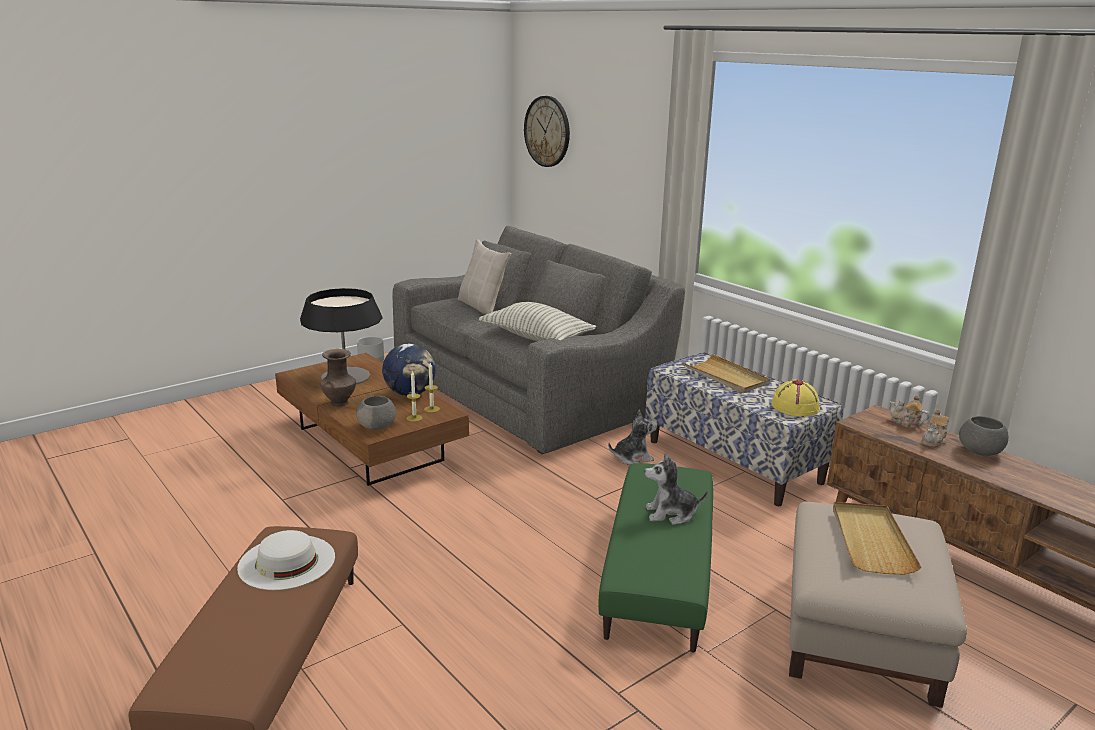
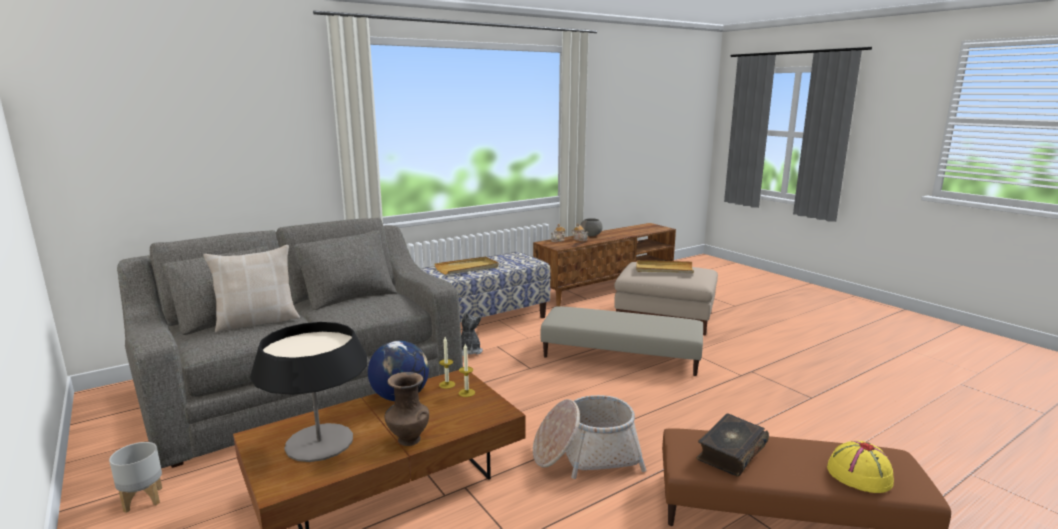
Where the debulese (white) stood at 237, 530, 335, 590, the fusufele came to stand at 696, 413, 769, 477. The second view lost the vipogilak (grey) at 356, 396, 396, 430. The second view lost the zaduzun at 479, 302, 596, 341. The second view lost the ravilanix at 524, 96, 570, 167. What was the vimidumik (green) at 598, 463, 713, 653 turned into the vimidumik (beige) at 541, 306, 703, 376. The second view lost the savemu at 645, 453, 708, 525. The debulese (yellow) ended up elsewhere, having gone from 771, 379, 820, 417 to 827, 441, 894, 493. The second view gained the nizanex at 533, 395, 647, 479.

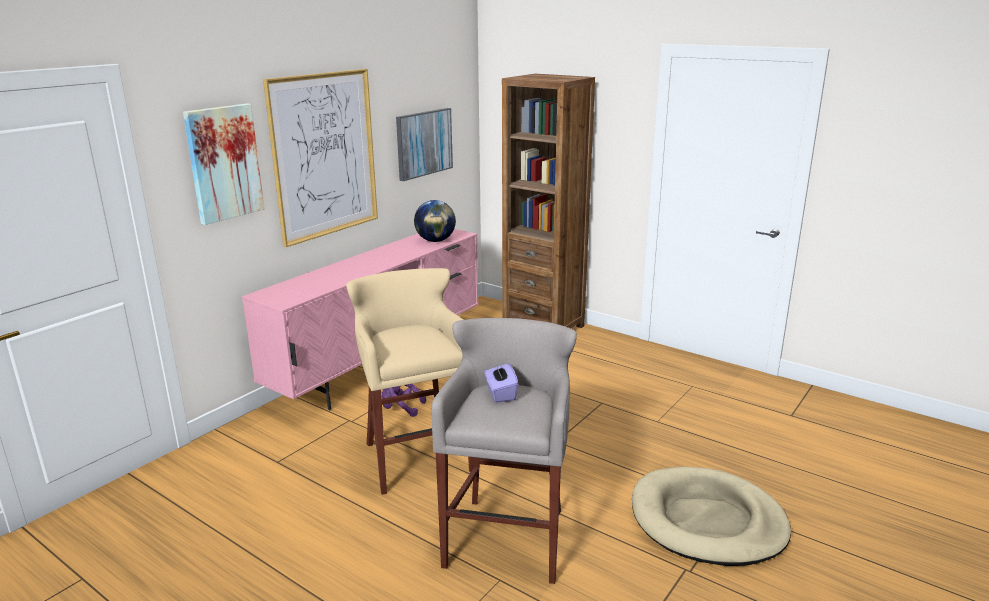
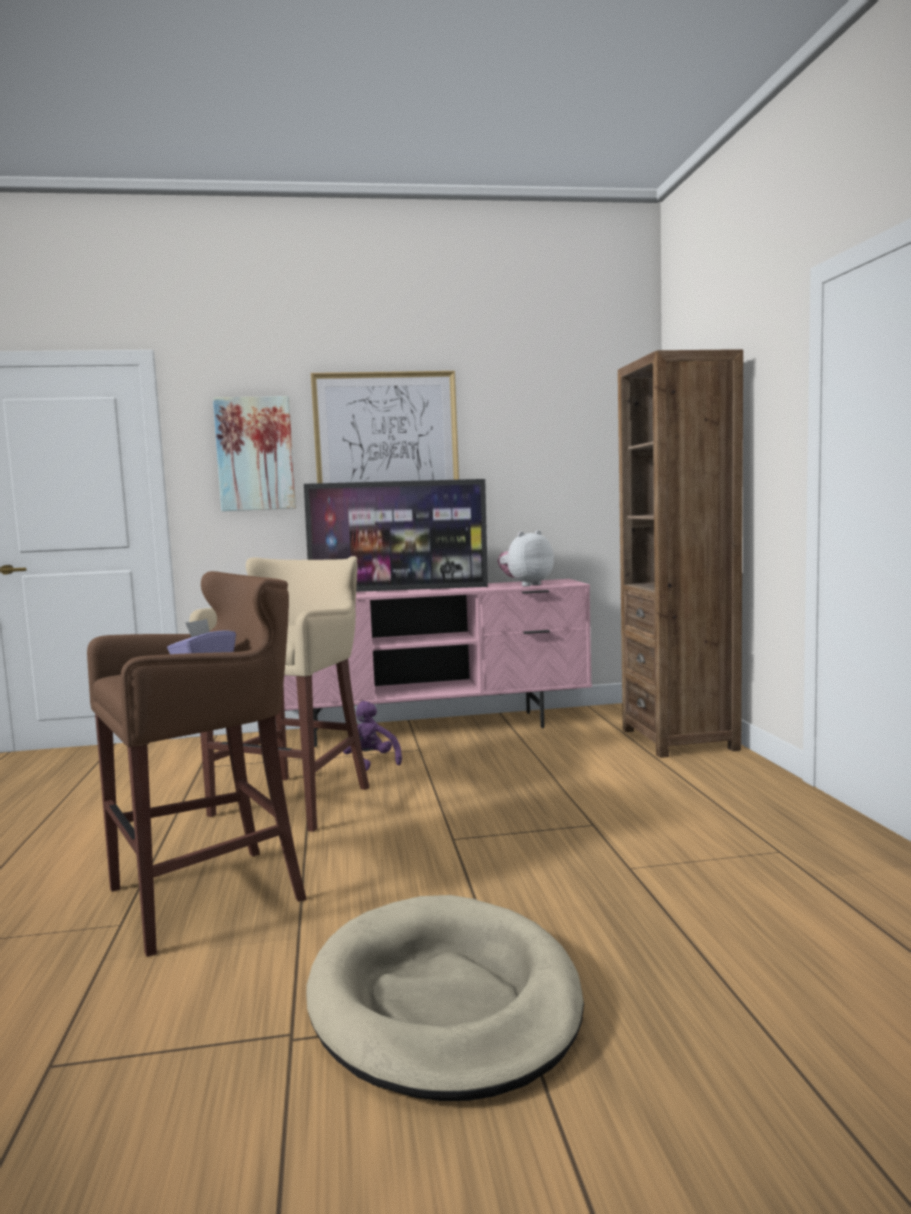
The second view lost the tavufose at 396, 108, 453, 181. Where the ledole stood at 414, 200, 456, 242, the savemu came to stand at 497, 530, 554, 586. What was the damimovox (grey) at 432, 318, 577, 584 turned into the damimovox (brown) at 87, 571, 307, 957. The second view gained the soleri at 304, 479, 488, 592.

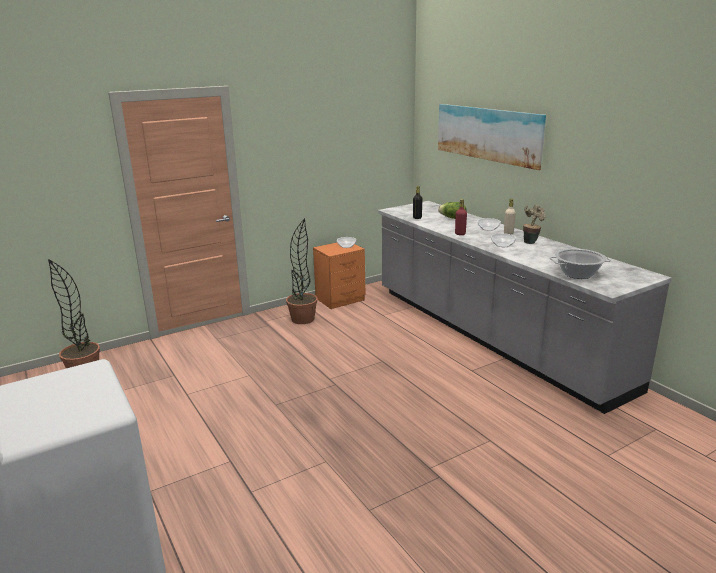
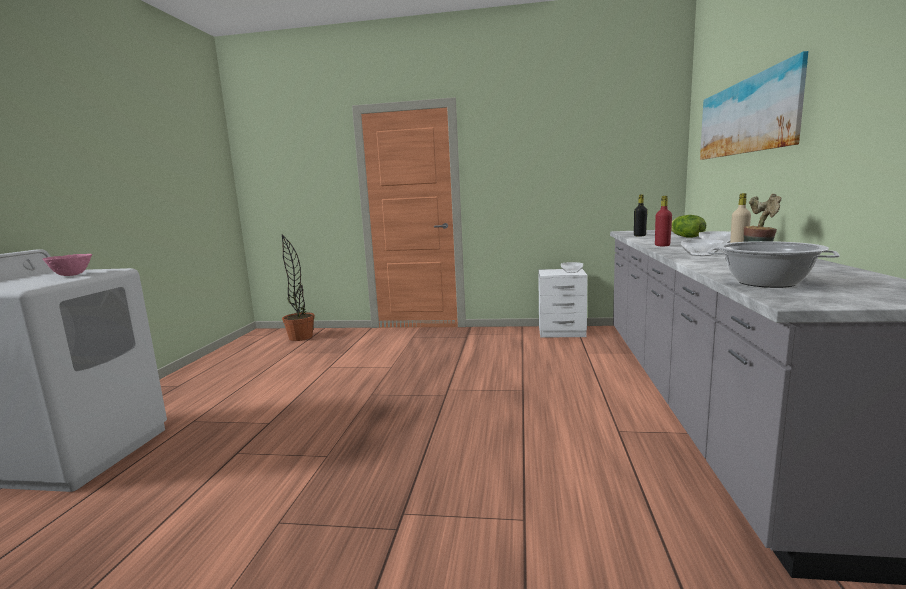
The second view lost the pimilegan at 286, 218, 317, 324. What was the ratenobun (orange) at 313, 243, 365, 309 turned into the ratenobun (white) at 538, 269, 587, 337. The second view gained the vipogilak (pink) at 43, 254, 92, 276.

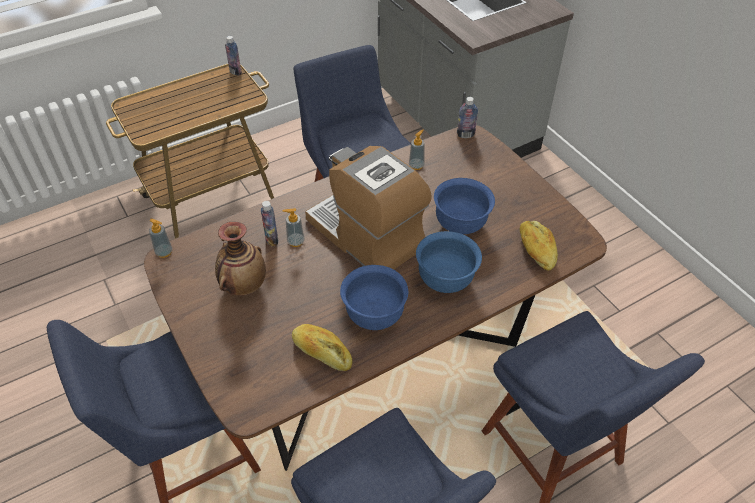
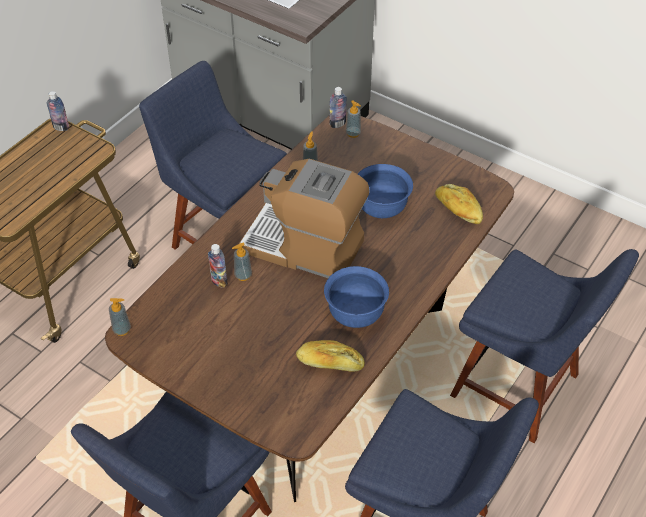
The second view lost the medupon at 215, 222, 266, 295. The second view lost the vipogilak (blue) at 416, 231, 482, 293. The second view gained the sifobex at 346, 100, 361, 138.

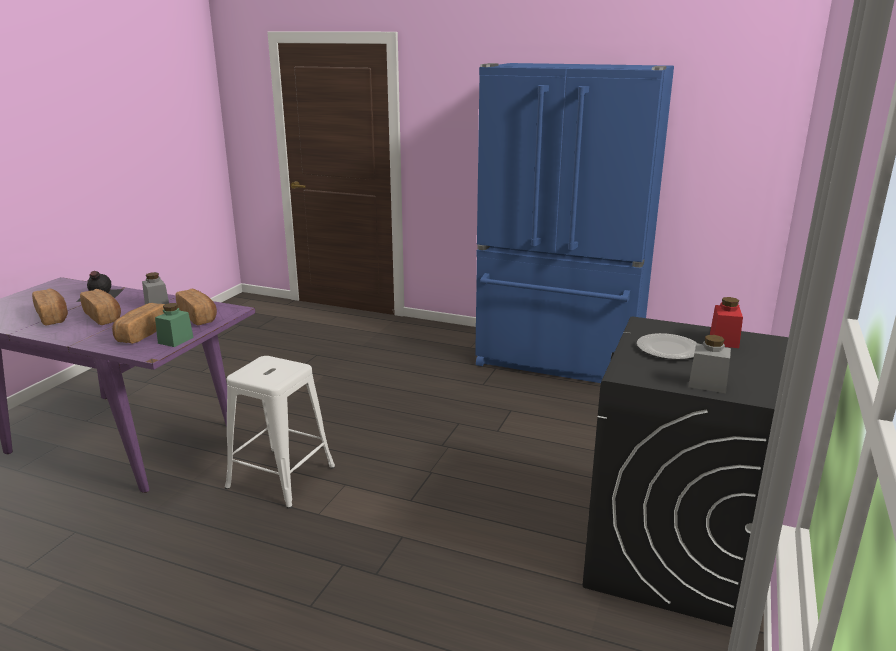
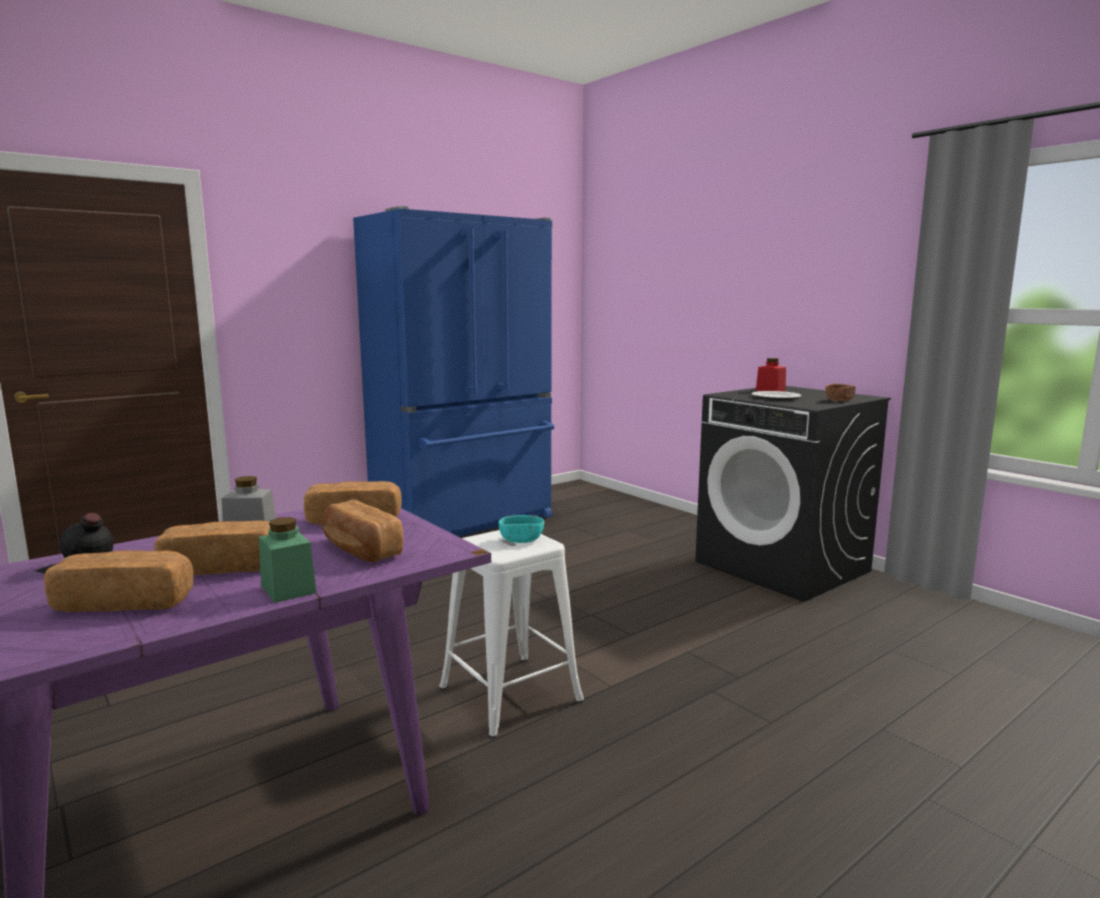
The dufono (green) ended up elsewhere, having gone from 155, 303, 194, 347 to 259, 517, 317, 603. Where the dufono (grey) stood at 688, 335, 731, 393, the vipogilak (brown) came to stand at 826, 384, 856, 401. The second view gained the vipogilak (turquoise) at 499, 515, 544, 543.

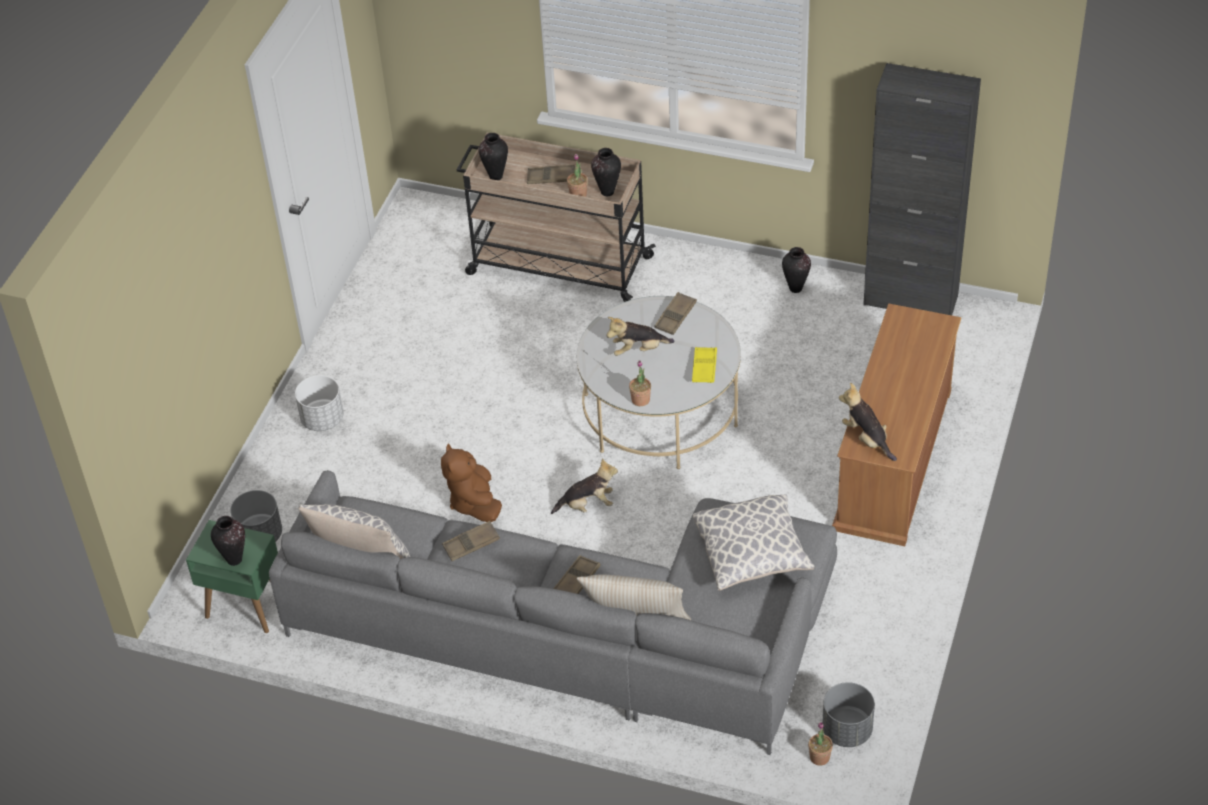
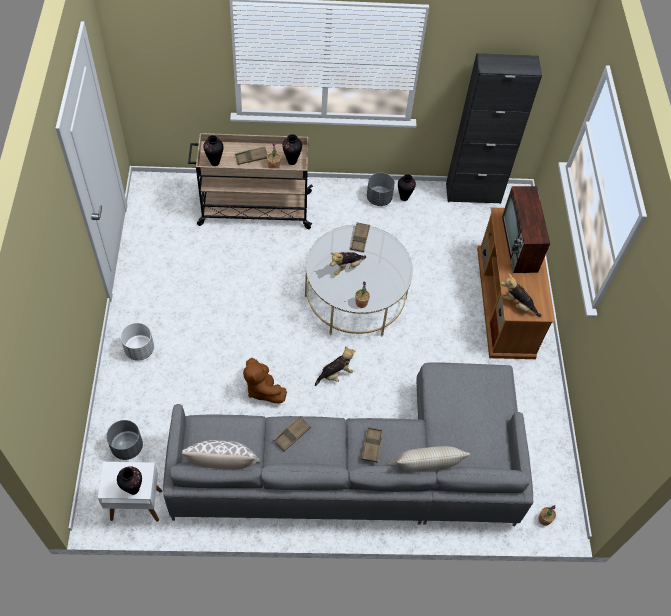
What was the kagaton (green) at 186, 520, 278, 633 turned into the kagaton (white) at 98, 462, 162, 522. The second view lost the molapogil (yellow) at 692, 347, 717, 383. The second view lost the zaduzun at 693, 494, 814, 591. The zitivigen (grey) ended up elsewhere, having gone from 822, 682, 875, 747 to 367, 172, 395, 206. The second view gained the soleri at 502, 186, 550, 273.

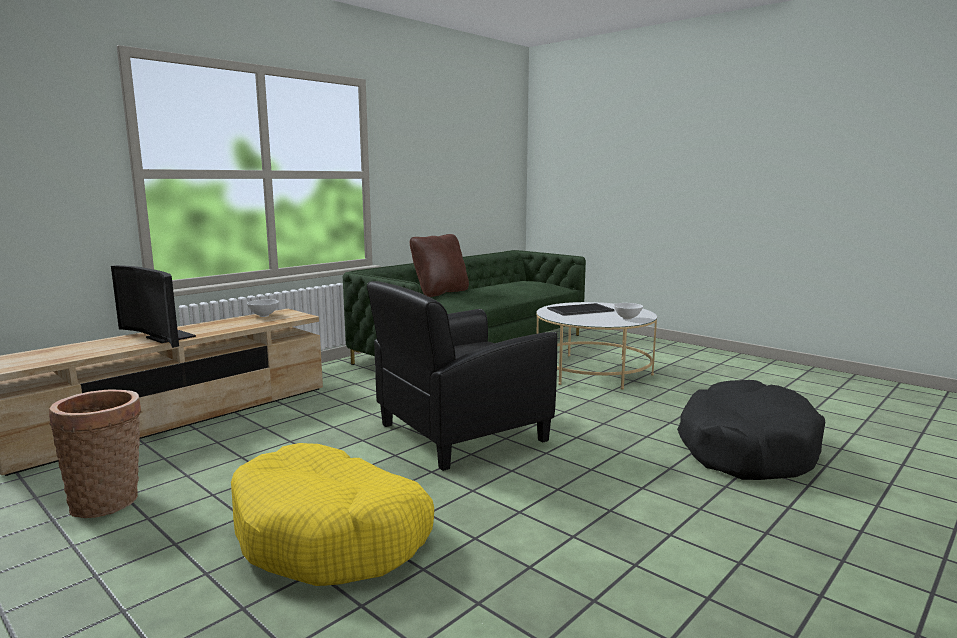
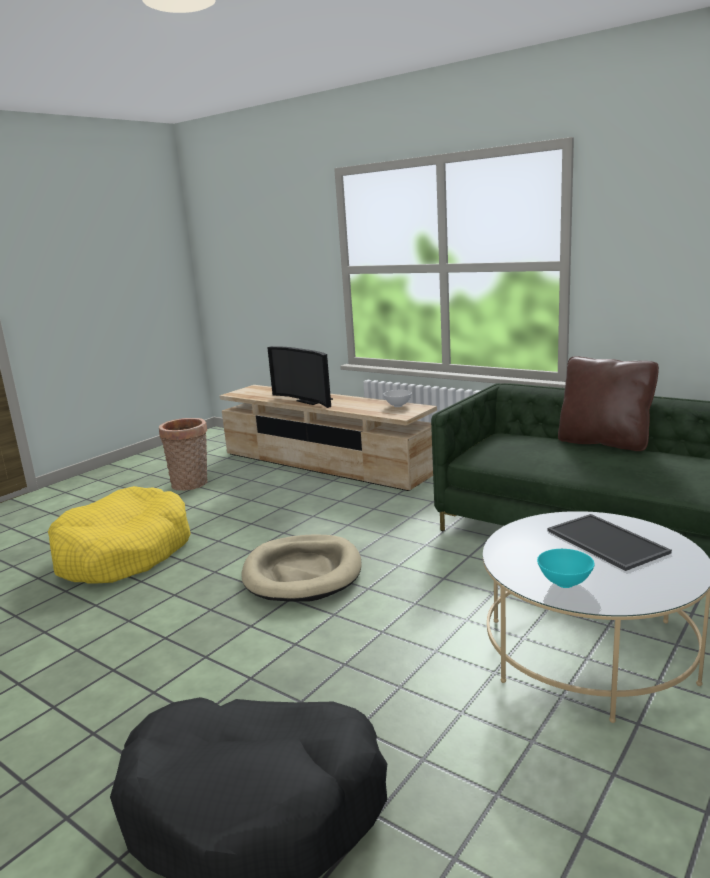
The soleri at 111, 265, 196, 348 ended up facing another way, 75 degrees counterclockwise from before. Where the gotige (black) stood at 367, 281, 557, 471, the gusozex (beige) came to stand at 242, 534, 362, 602. What was the vipogilak (white) at 614, 303, 643, 320 turned into the vipogilak (turquoise) at 537, 549, 595, 588.

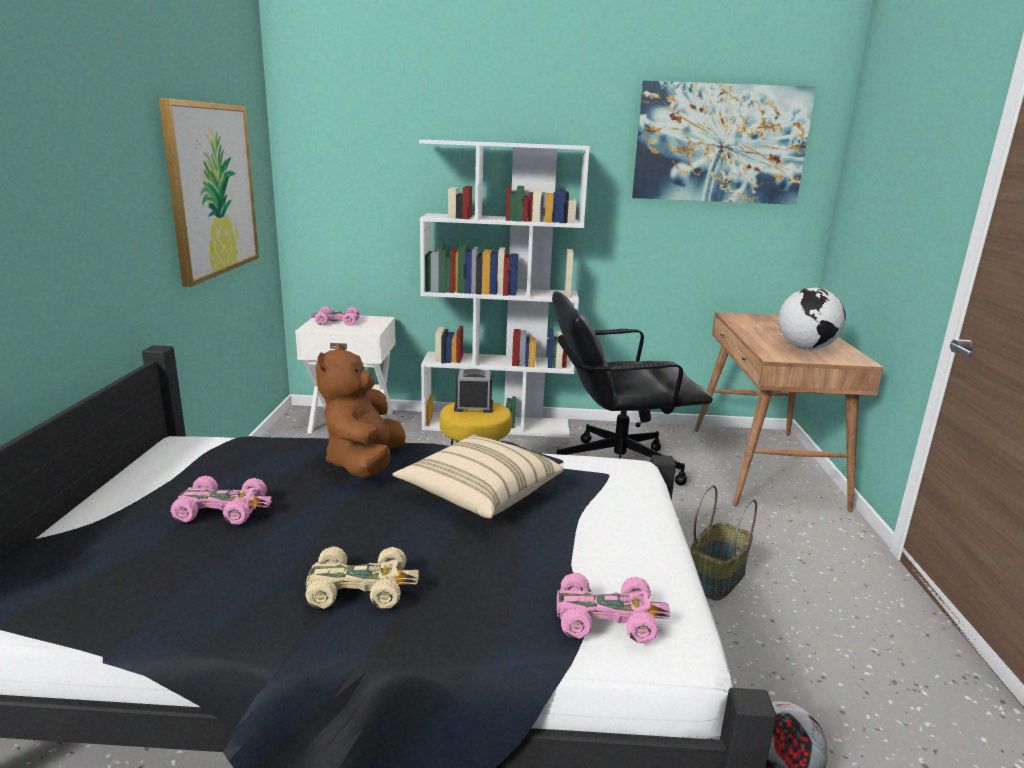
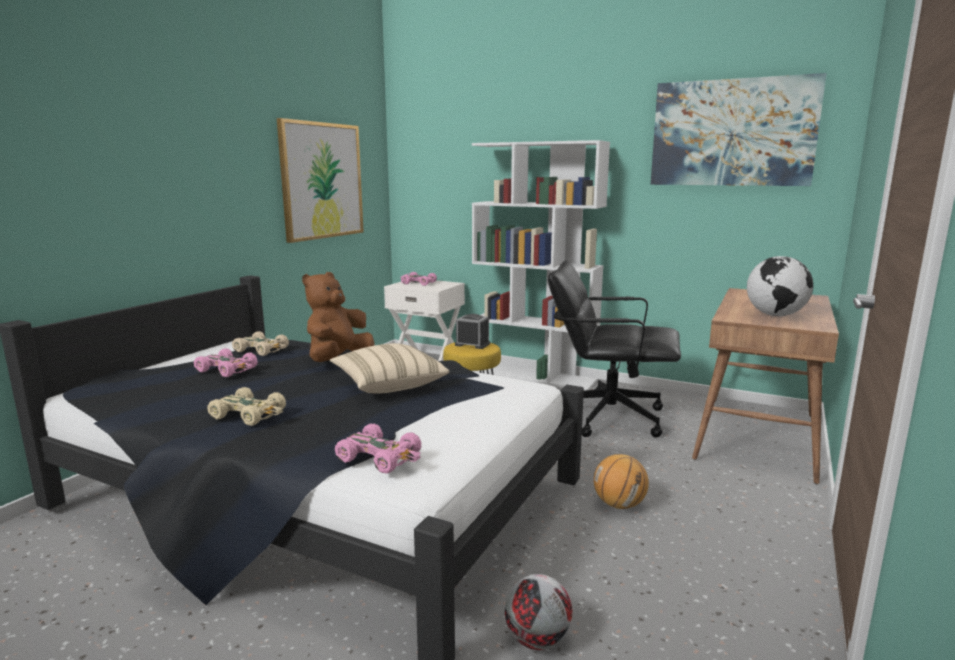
Where the nizanex stood at 691, 485, 757, 600, the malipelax came to stand at 594, 454, 649, 509. The second view gained the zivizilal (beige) at 232, 331, 289, 356.

